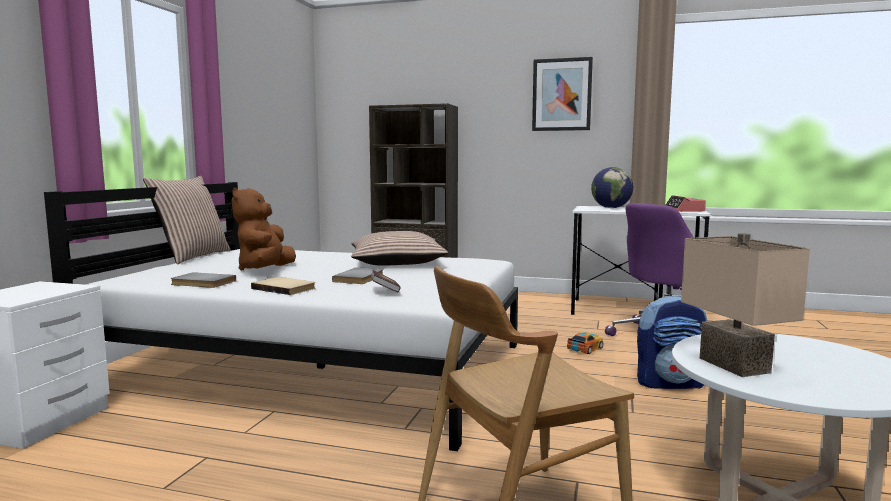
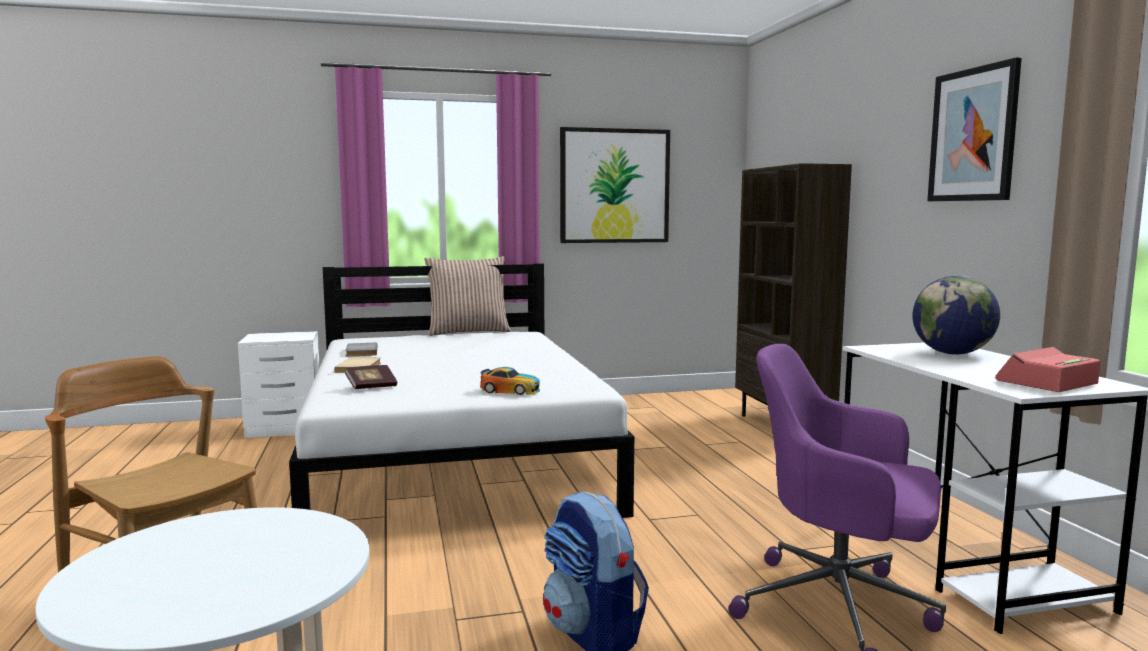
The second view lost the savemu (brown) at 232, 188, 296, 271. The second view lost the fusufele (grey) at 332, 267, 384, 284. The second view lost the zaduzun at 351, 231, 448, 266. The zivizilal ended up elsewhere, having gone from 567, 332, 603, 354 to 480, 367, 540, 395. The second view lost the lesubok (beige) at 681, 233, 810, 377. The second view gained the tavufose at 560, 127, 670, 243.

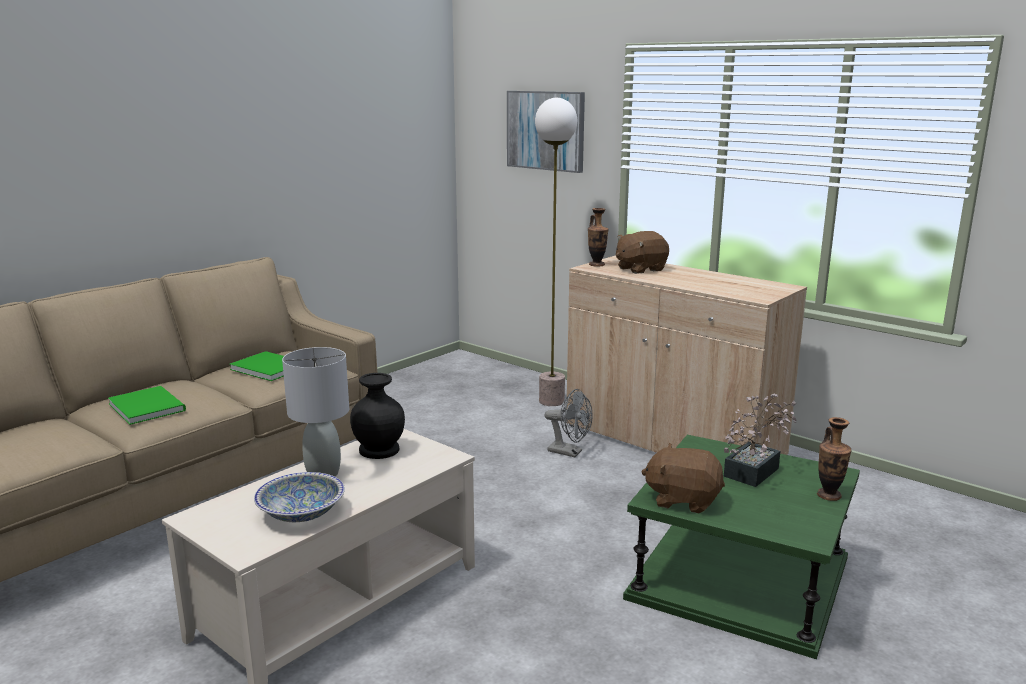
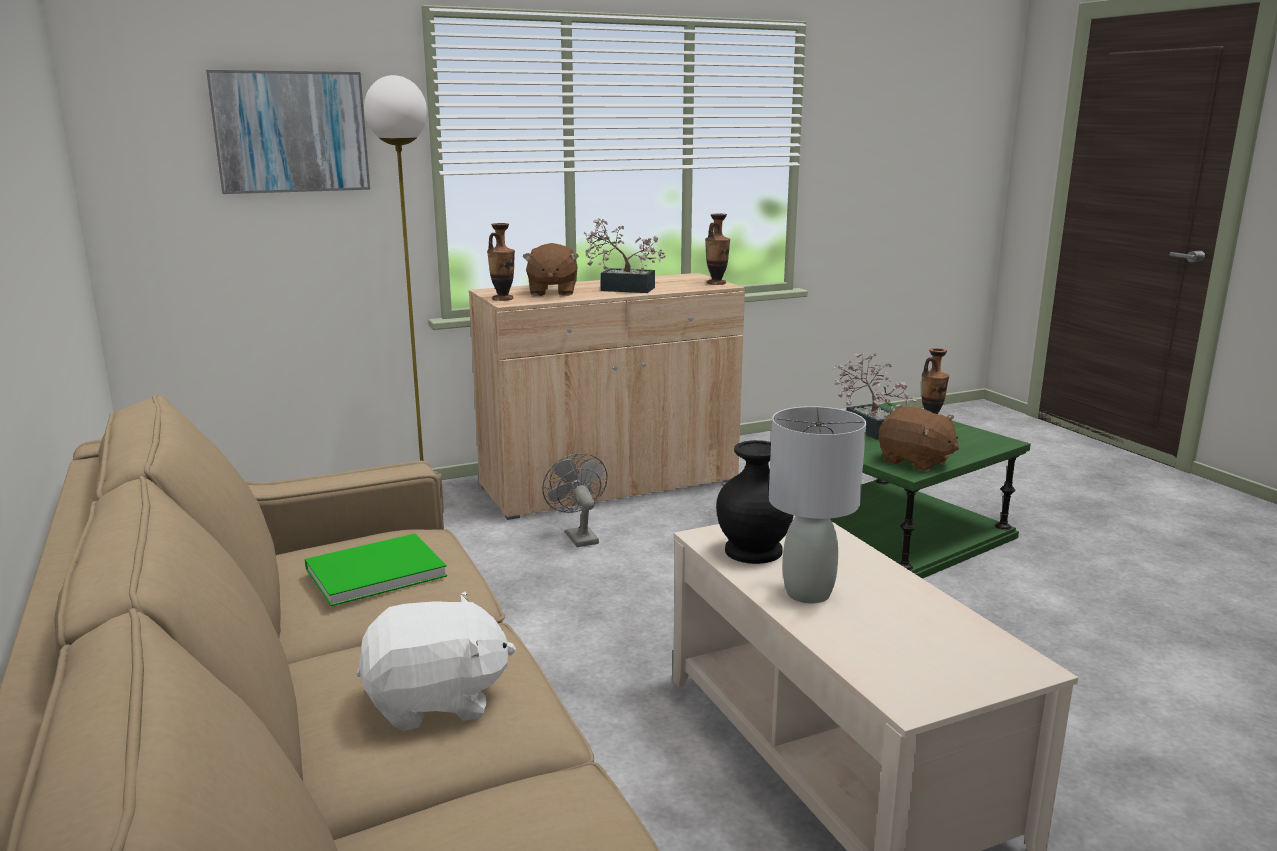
Where the fusufele (green) stood at 108, 386, 186, 425, the savemu (white) came to stand at 357, 592, 516, 731. The second view lost the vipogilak at 254, 472, 345, 522. The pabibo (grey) at 544, 389, 593, 457 ended up facing another way, 75 degrees counterclockwise from before. The savemu (brown) at 641, 443, 725, 513 ended up facing another way, 90 degrees counterclockwise from before. The second view gained the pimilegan at 584, 218, 665, 293. The second view gained the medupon at 705, 214, 730, 285.

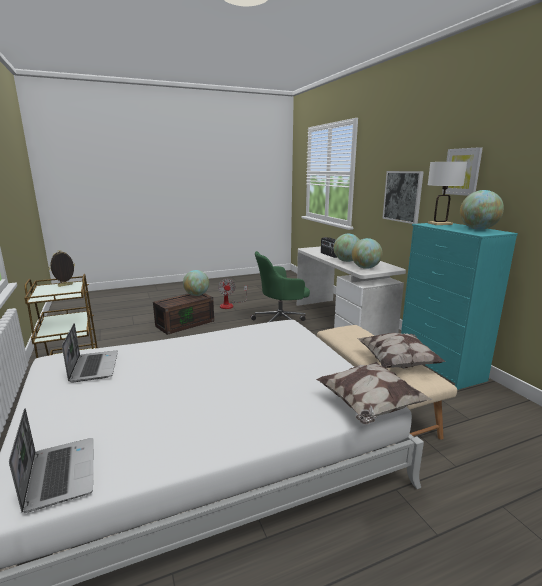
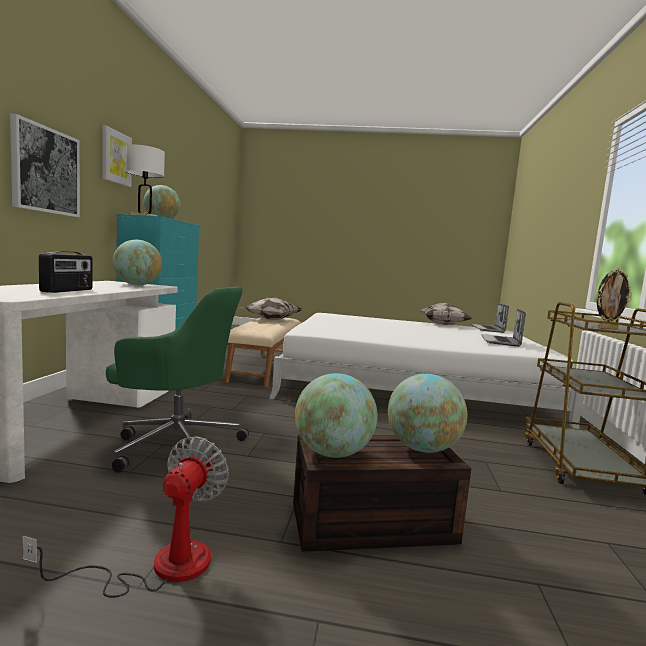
The zaduzun ended up elsewhere, having gone from 316, 362, 433, 424 to 421, 303, 472, 325. The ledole ended up elsewhere, having gone from 334, 234, 360, 262 to 388, 374, 467, 453.

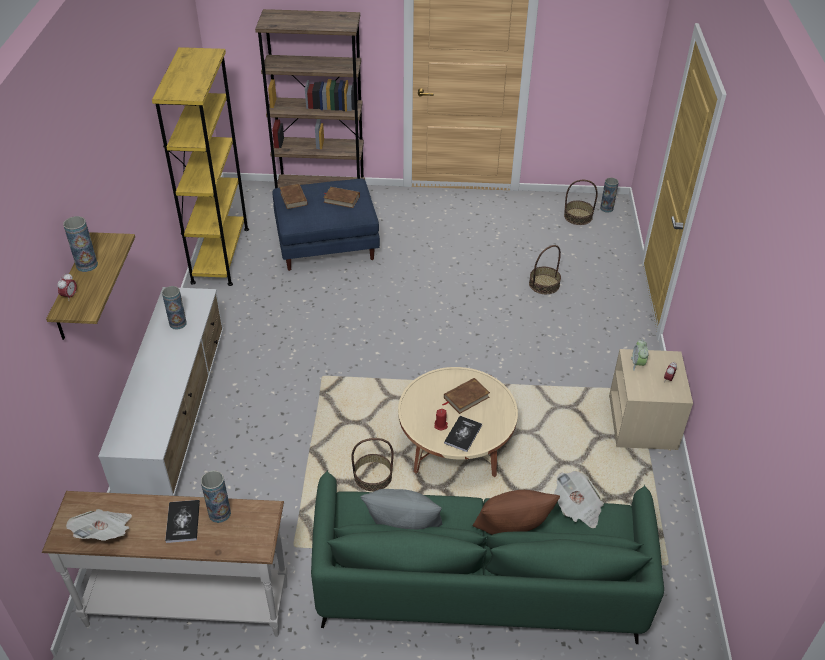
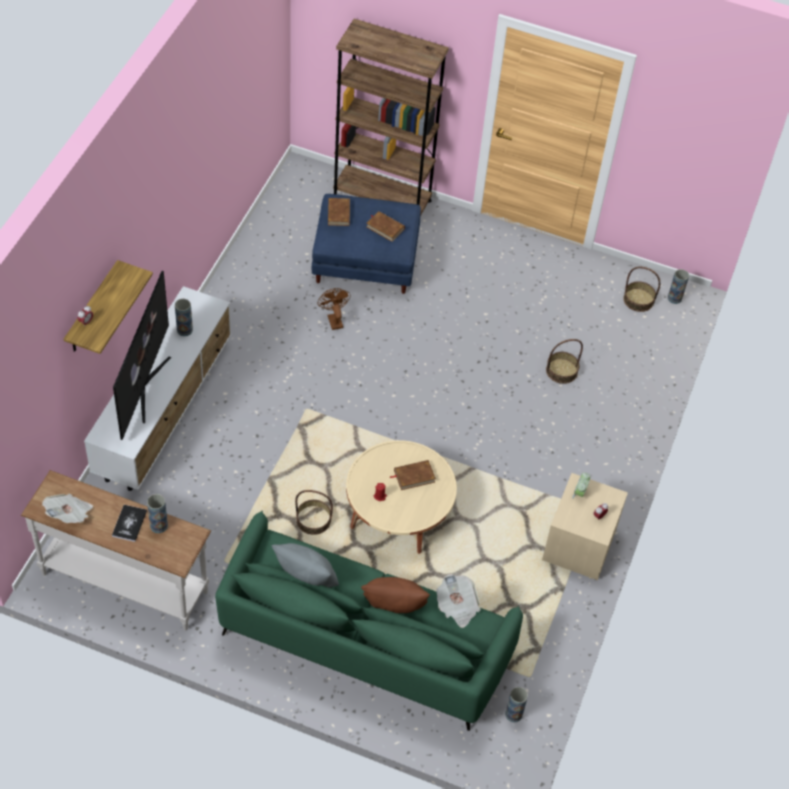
The medupon ended up elsewhere, having gone from 63, 216, 98, 272 to 505, 687, 528, 722. The second view lost the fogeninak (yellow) at 152, 47, 249, 286. The second view lost the fusufele at 444, 416, 482, 452. The second view gained the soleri at 113, 271, 171, 440. The second view gained the pabibo (brown) at 317, 288, 351, 330.

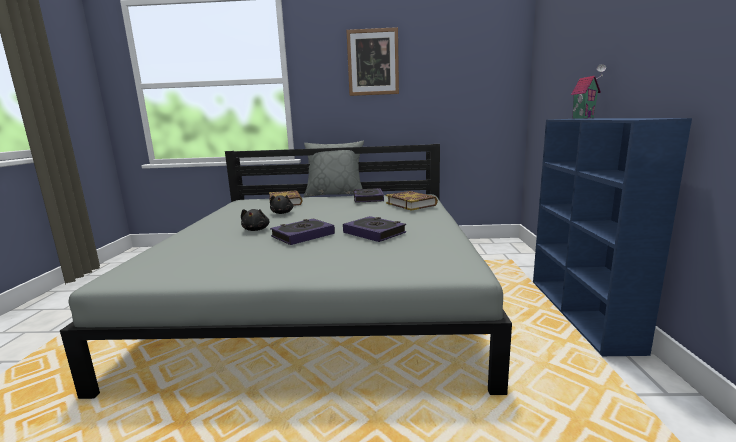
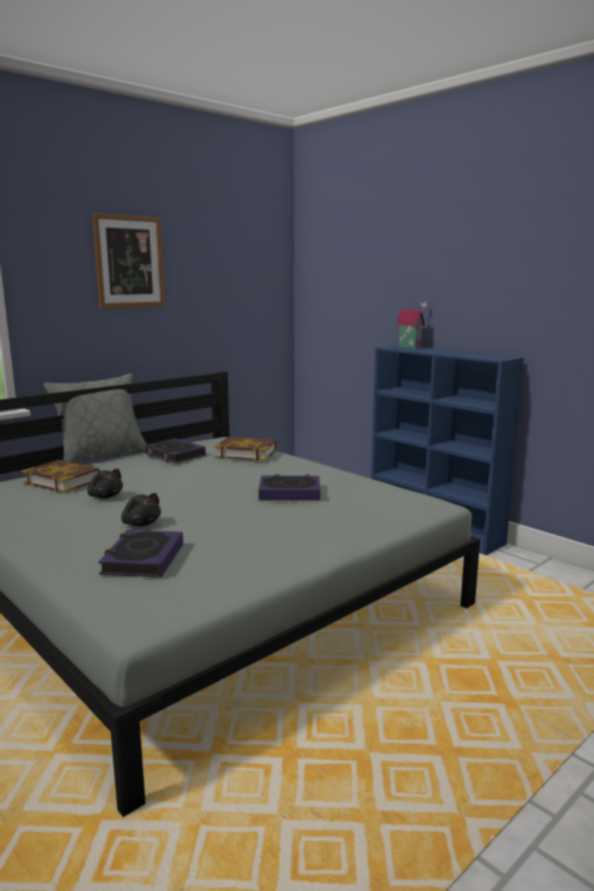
The fusufele ended up elsewhere, having gone from 270, 218, 335, 245 to 99, 530, 183, 577.

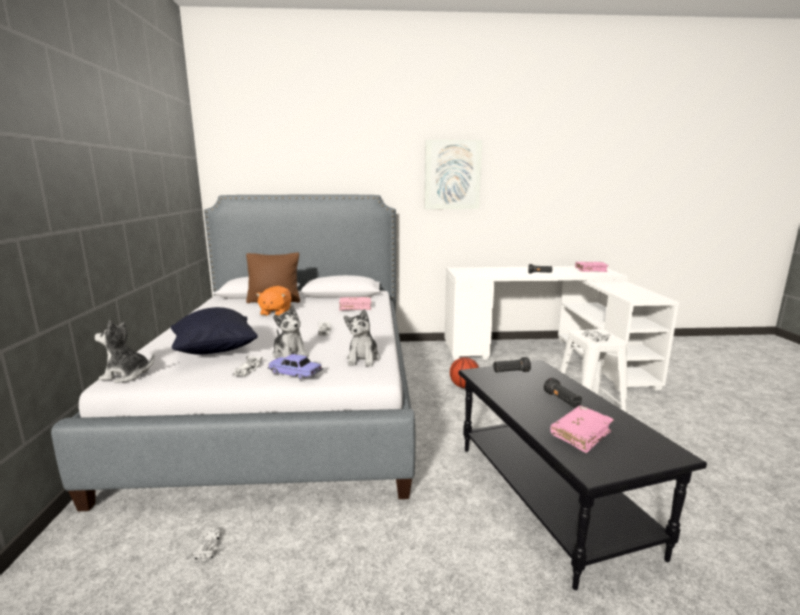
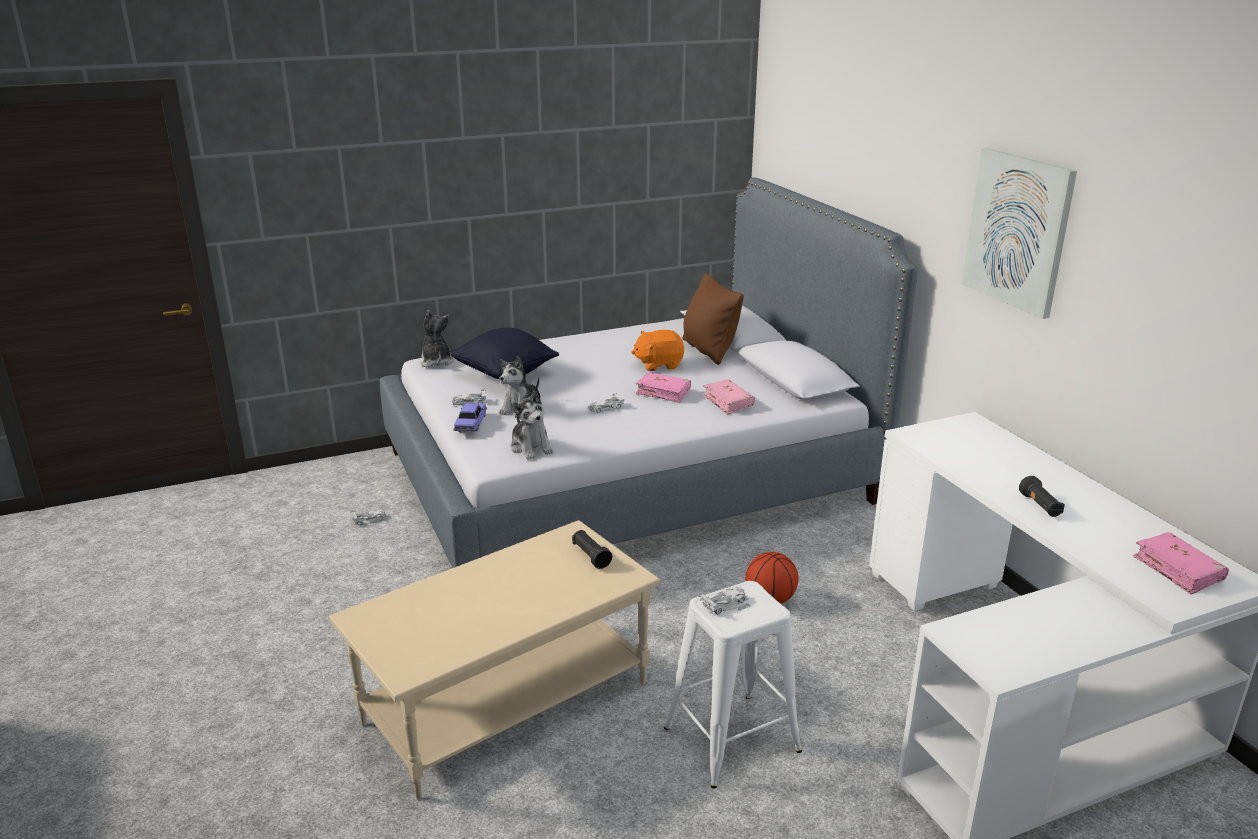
The savemu at 344, 309, 380, 366 ended up facing another way, 105 degrees counterclockwise from before. What was the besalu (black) at 459, 360, 707, 590 turned into the besalu (beige) at 329, 520, 660, 800. The second view lost the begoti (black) at 544, 378, 582, 408. The fusufele (pink) ended up elsewhere, having gone from 550, 406, 614, 453 to 636, 372, 691, 403.

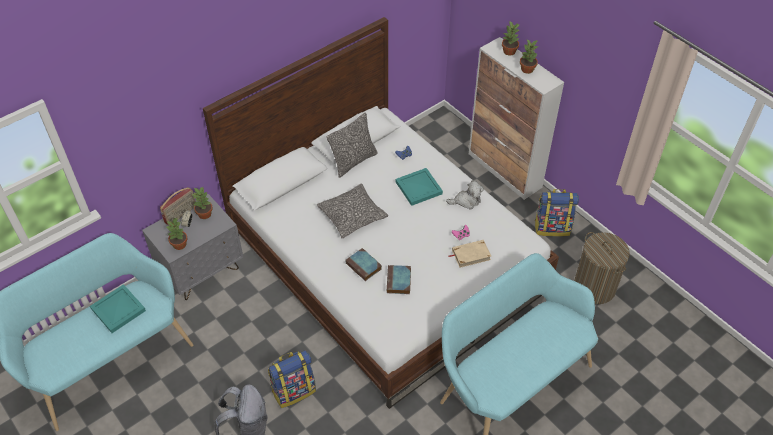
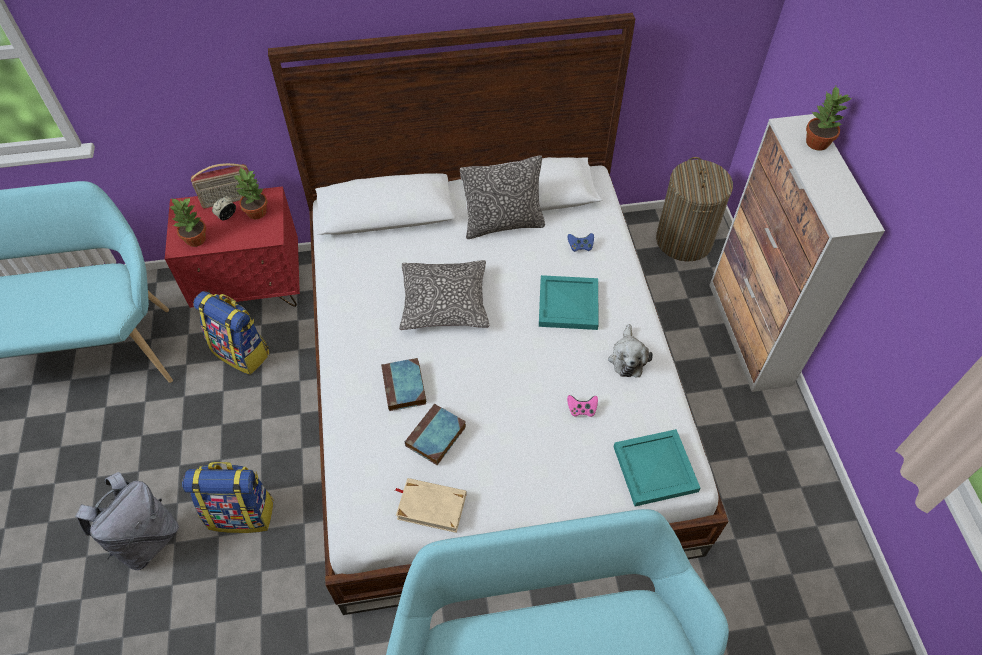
The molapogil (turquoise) ended up elsewhere, having gone from 90, 284, 146, 333 to 613, 429, 700, 506. What was the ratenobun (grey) at 142, 194, 243, 300 turned into the ratenobun (red) at 165, 186, 300, 308. The savemu at 446, 180, 484, 210 ended up facing another way, 75 degrees clockwise from before. The fusufele (beige) ended up elsewhere, having gone from 449, 240, 491, 268 to 395, 478, 467, 533. The second view lost the pimilegan at 520, 40, 539, 74. The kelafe ended up elsewhere, having gone from 534, 189, 579, 237 to 193, 291, 269, 375. The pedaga ended up elsewhere, having gone from 574, 232, 630, 304 to 656, 157, 733, 262.

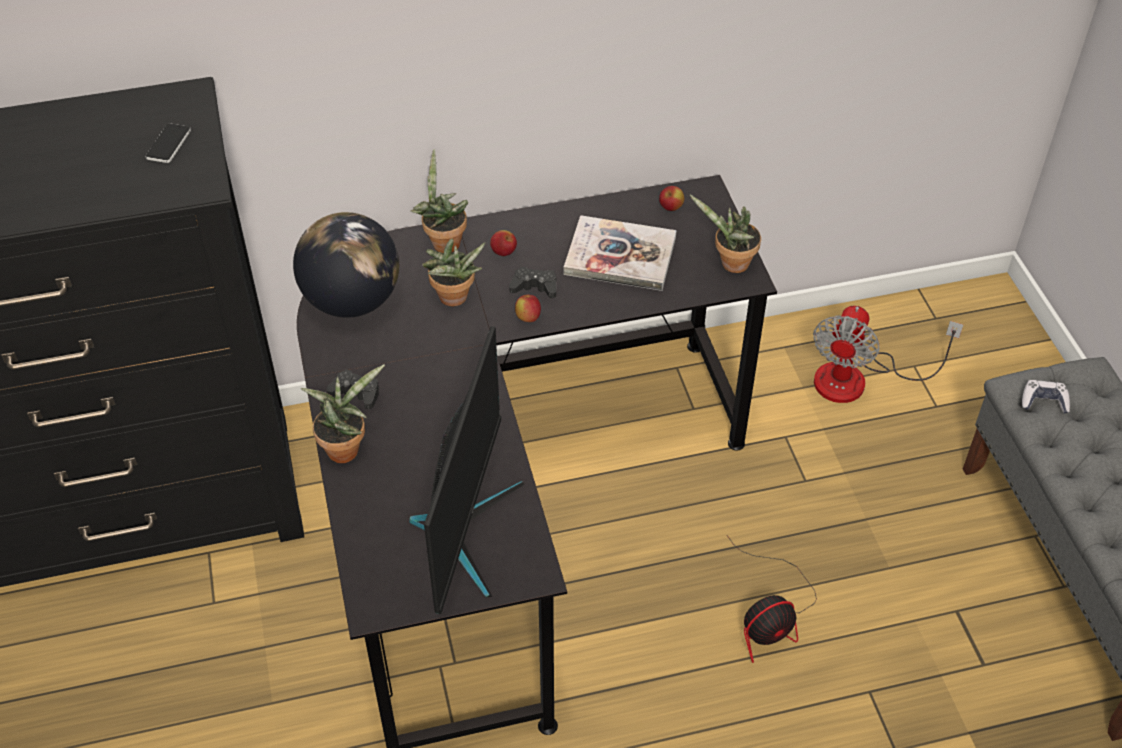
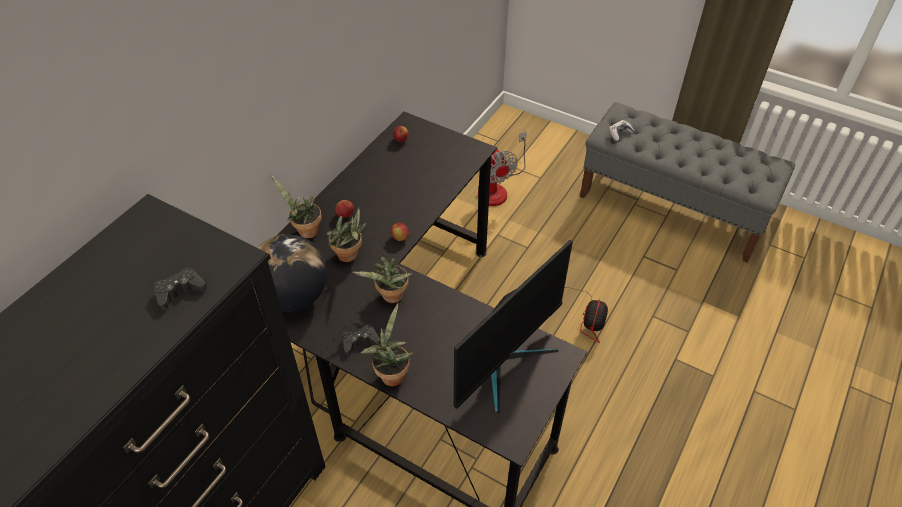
The second view lost the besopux at 145, 123, 191, 163. The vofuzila at 409, 326, 524, 614 ended up facing another way, 75 degrees clockwise from before. The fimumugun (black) ended up elsewhere, having gone from 509, 267, 556, 298 to 153, 267, 207, 310. The second view lost the fusufele at 563, 215, 677, 291. The pimilegan ended up elsewhere, having gone from 690, 195, 761, 273 to 353, 257, 413, 303.

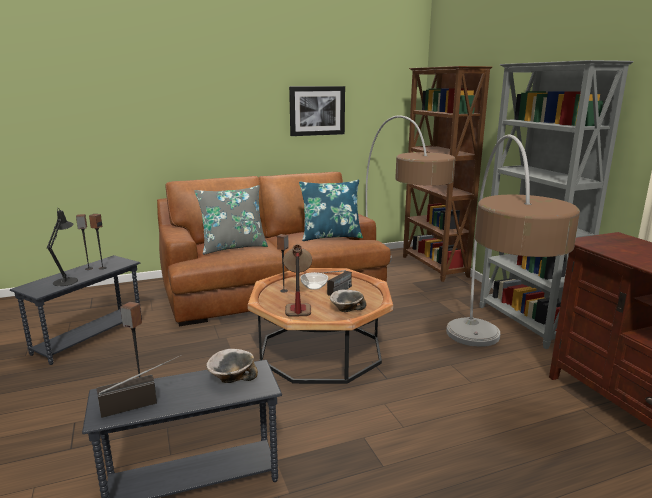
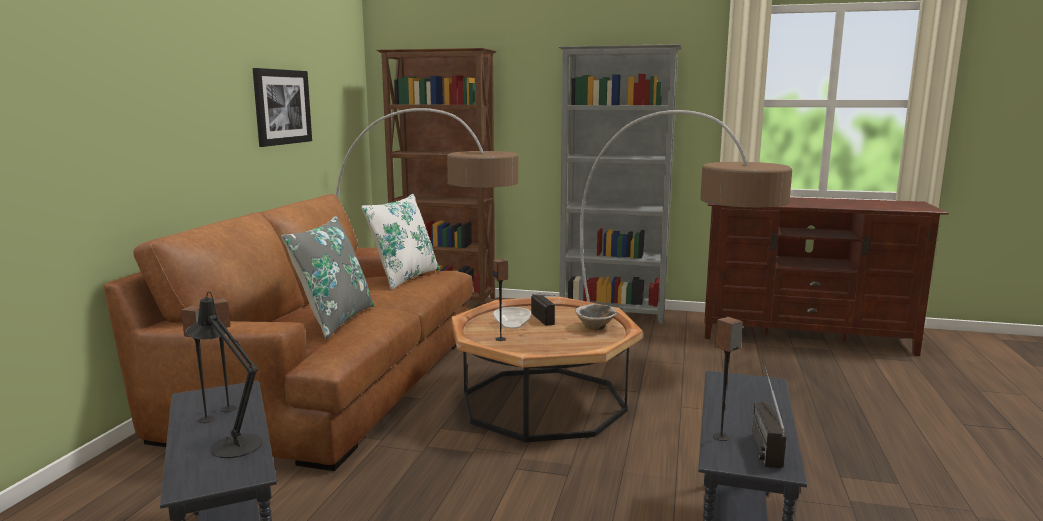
The second view lost the vipogilak at 206, 349, 258, 383. The second view lost the lesubok at 283, 244, 312, 317. What was the zaduzun (blue) at 299, 180, 363, 241 turned into the zaduzun (white) at 361, 194, 440, 290.

